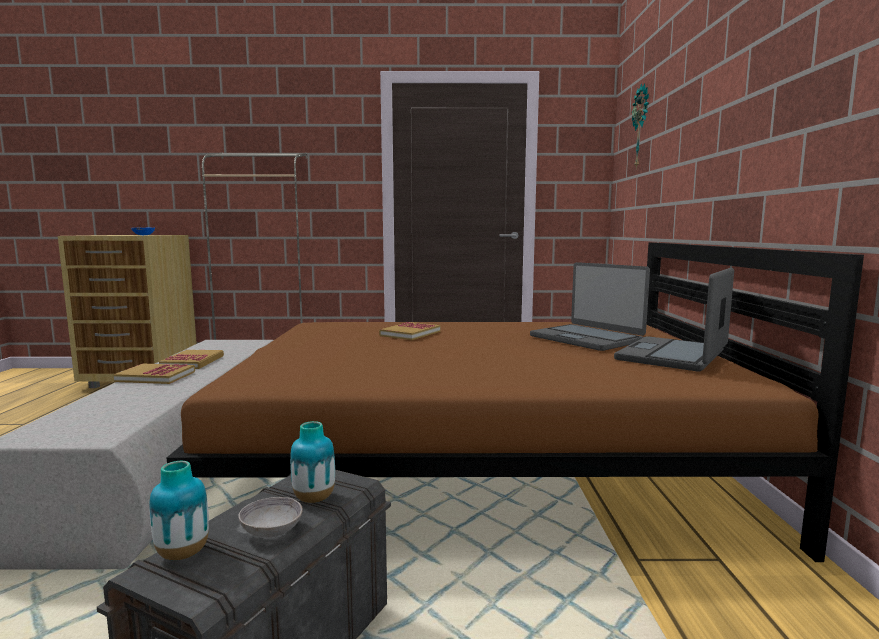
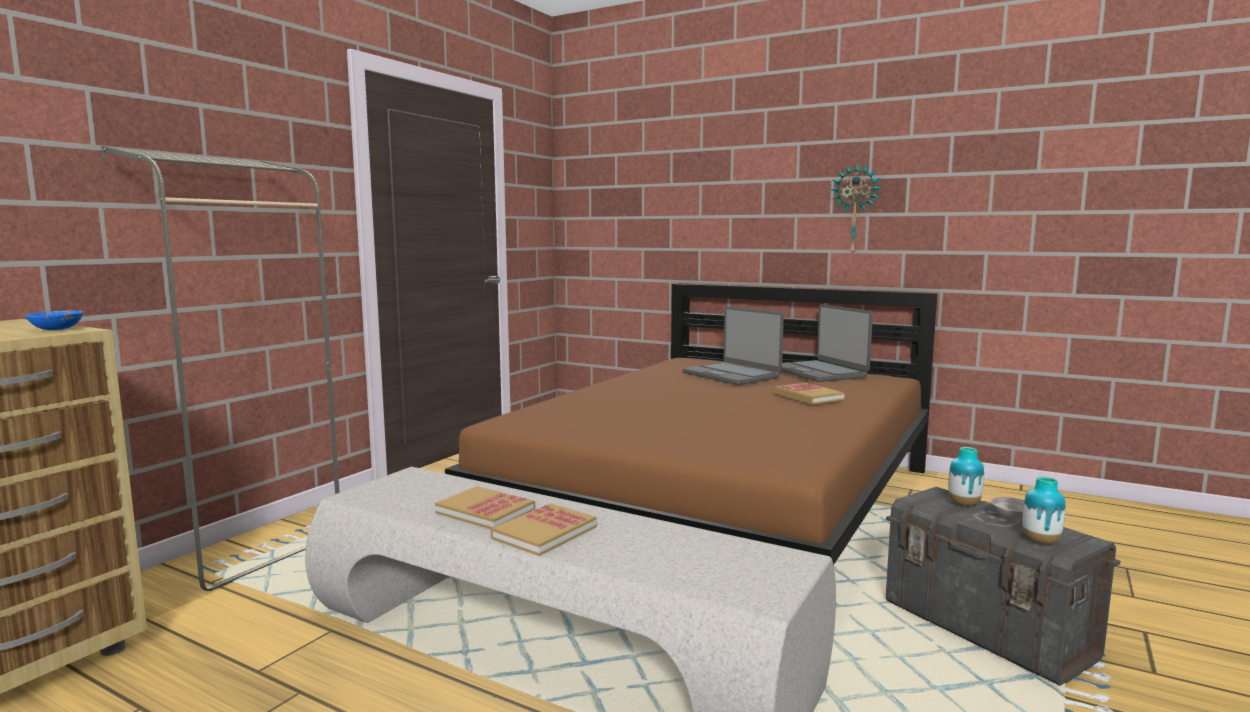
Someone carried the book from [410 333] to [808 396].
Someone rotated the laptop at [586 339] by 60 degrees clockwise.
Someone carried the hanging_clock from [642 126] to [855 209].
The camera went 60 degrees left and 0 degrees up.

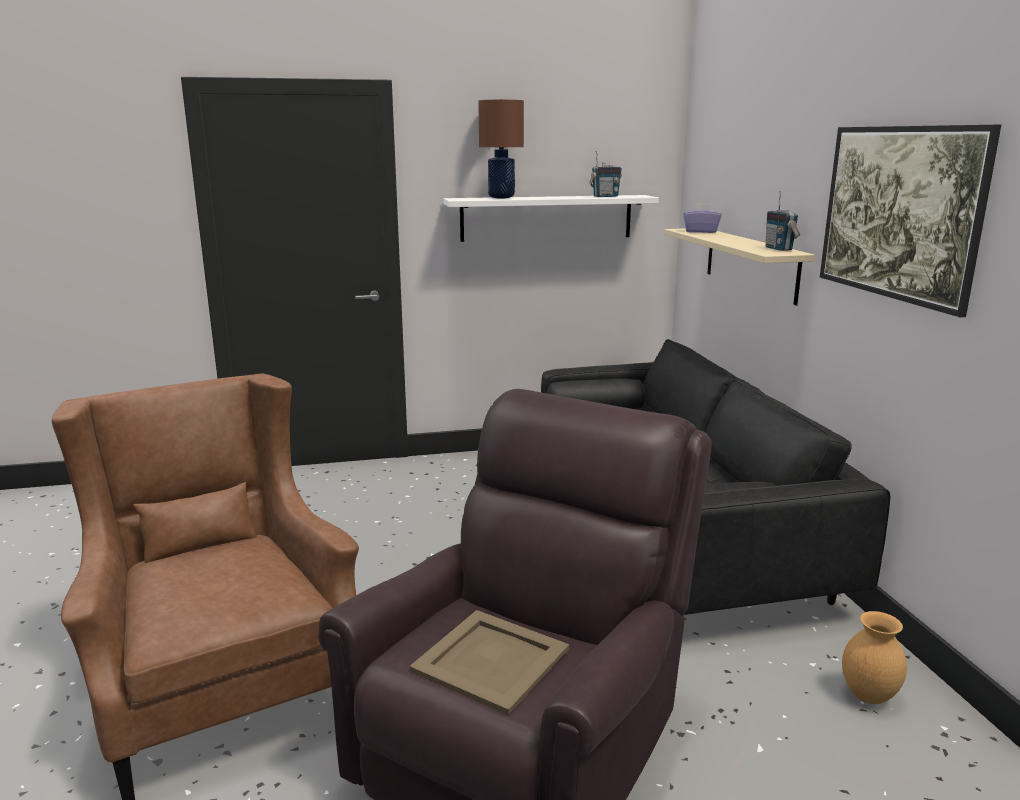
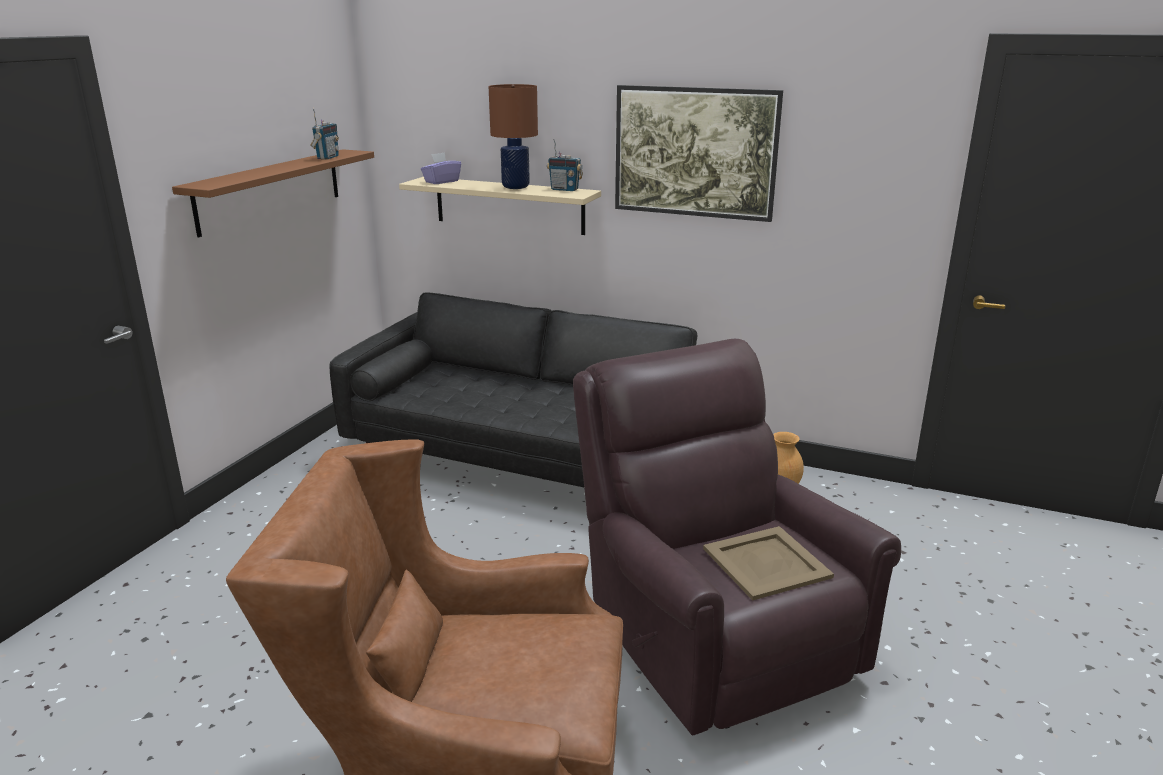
Someone repainted the white-coloured_shelf at [546 218], which became the brown_shelf at [270 190].
Someone carried the brown_table_lamp from [501 198] to [516 188].
The camera went 55 degrees left and 5 degrees up.

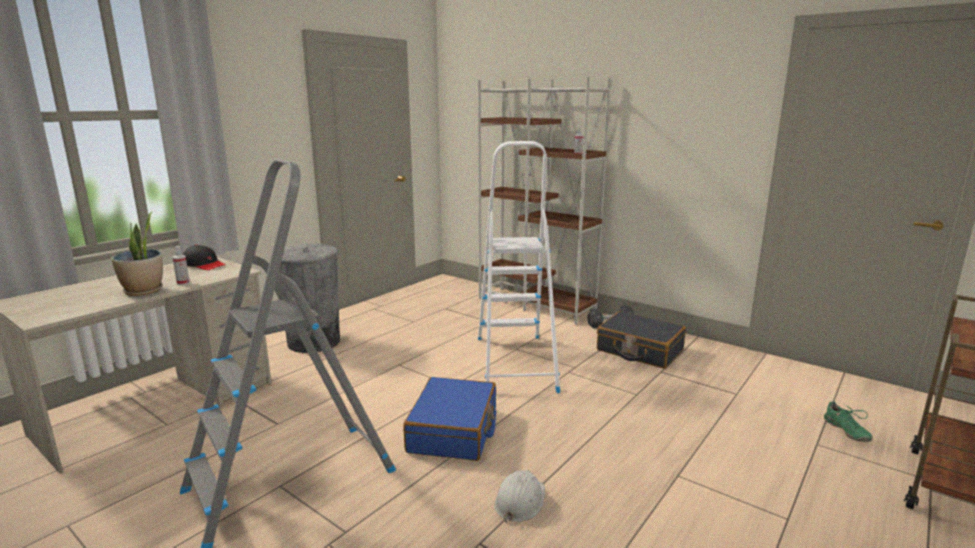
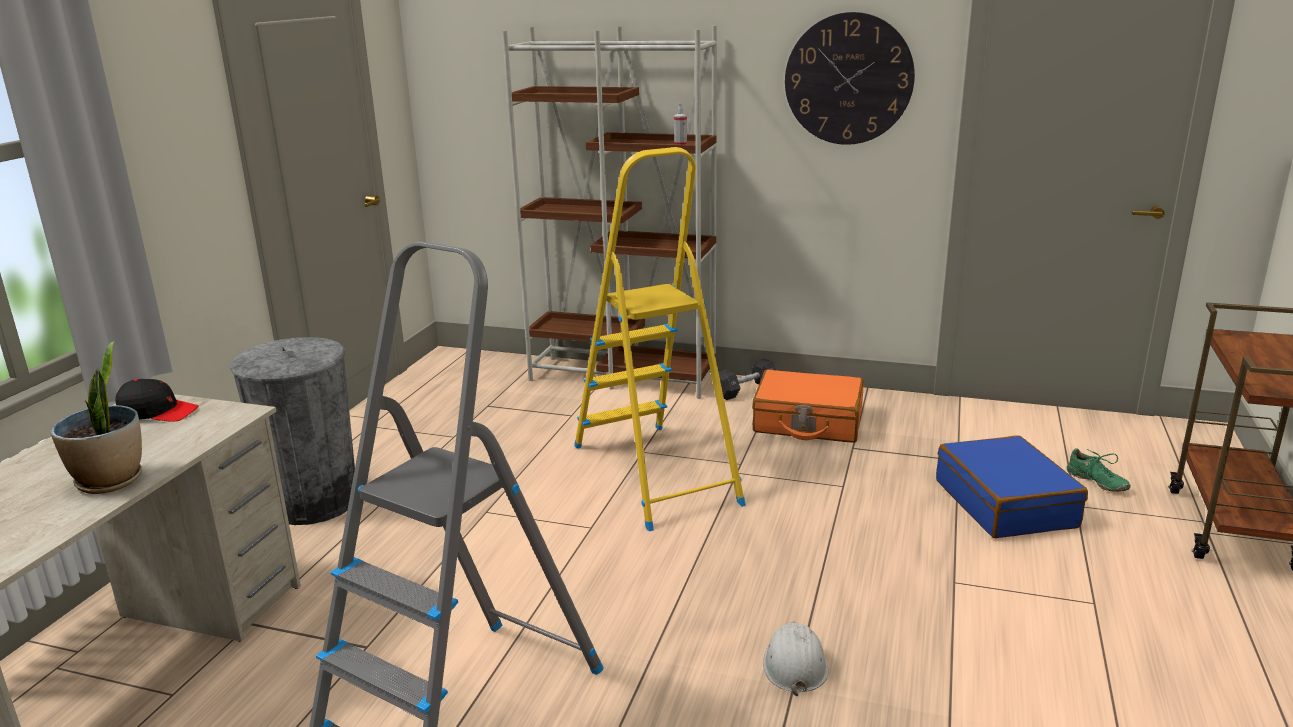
Someone took away the hand_sprayer at [183 283].
Someone carried the blue_piece_of_luggage from [454 431] to [1006 504].
Someone repainted the white-coloured_stepladder at [514 362], which became the yellowish_stepladder at [653 472].
Someone repainted the blackish_piece_of_luggage at [639 350], which became the orange-coloured_piece_of_luggage at [807 422].
Someone put up the hanging_clock at [848 79].
The camera went 20 degrees left and 5 degrees up.

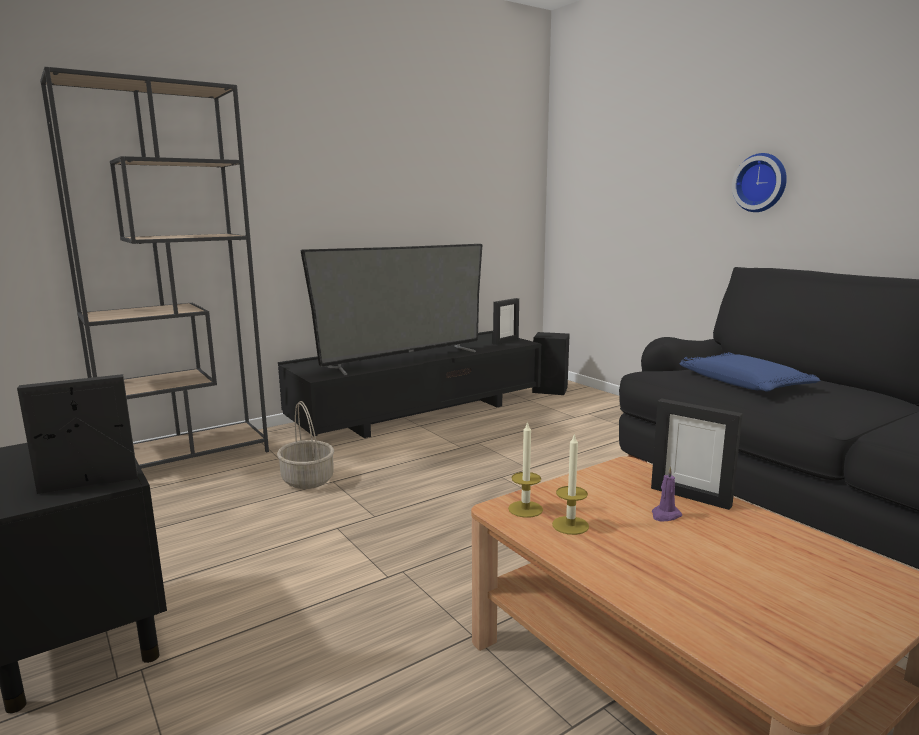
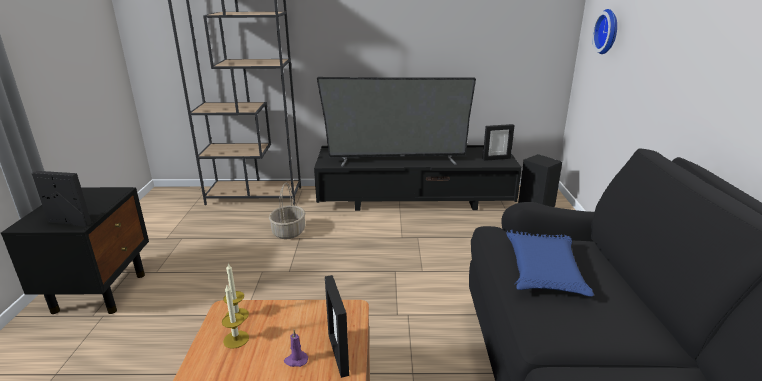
Someone carried the hanging_clock from [761 183] to [608 31].
The camera went 35 degrees right and 10 degrees up.

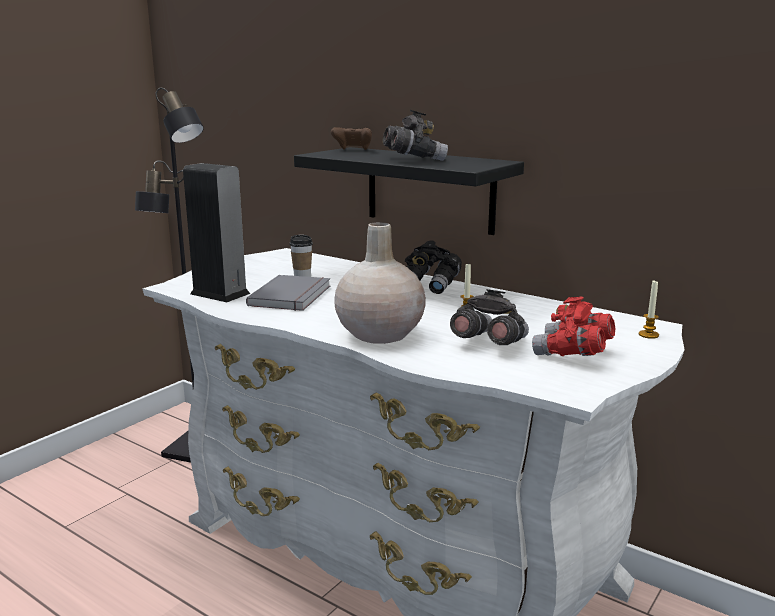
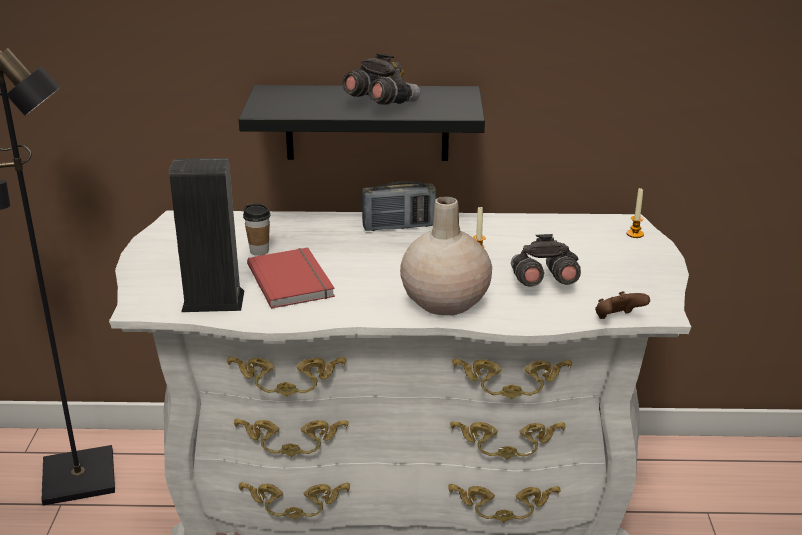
Someone repainted the greyish_book at [293 296], which became the red-coloured_book at [293 280].
Someone carried the brown_joypad from [353 150] to [617 319].
Someone swapped the blackish_binoculars at [430 286] for the radio_receiver at [399 226].
Someone took away the red-coloured_binoculars at [573 354].
The camera went 35 degrees left and 10 degrees up.

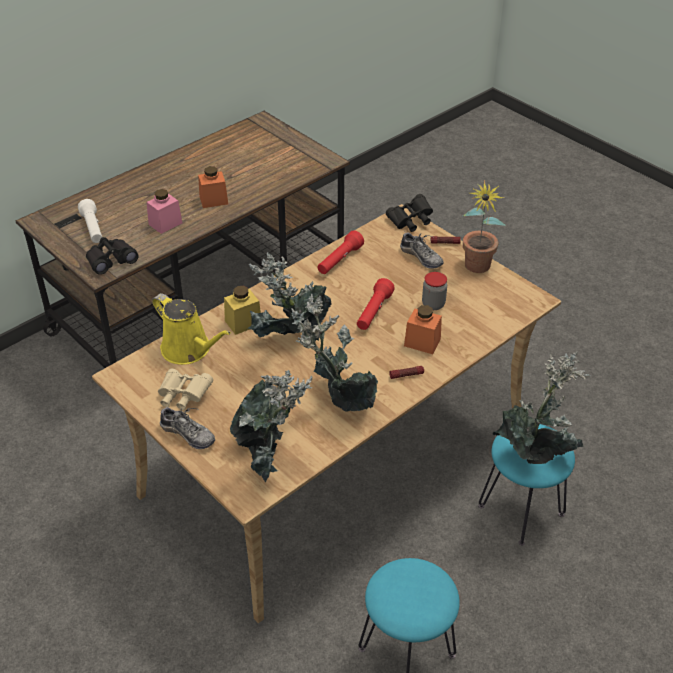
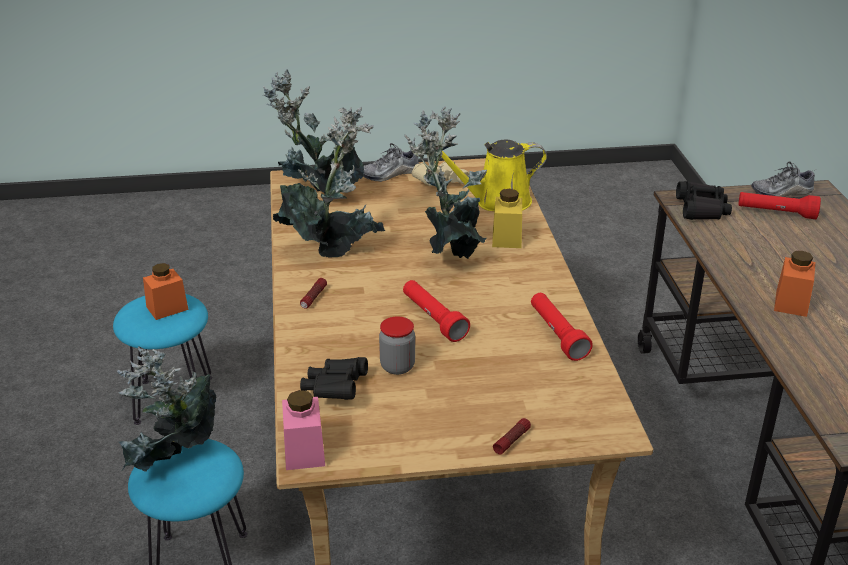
Someone repainted the white-coloured_torch at [93 229], which became the red-coloured_torch at [776 213].
Someone carried the pinkish_preserve_jar from [165 223] to [304 451].
Someone carried the blackish_binoculars from [411 221] to [335 390].
Someone carried the low_shoe from [421 257] to [782 192].
Someone carried the orange-coloured_preserve_jar from [422 342] to [167 308].
Someone took away the houseplant at [476 270].
The camera went 125 degrees right and 10 degrees down.

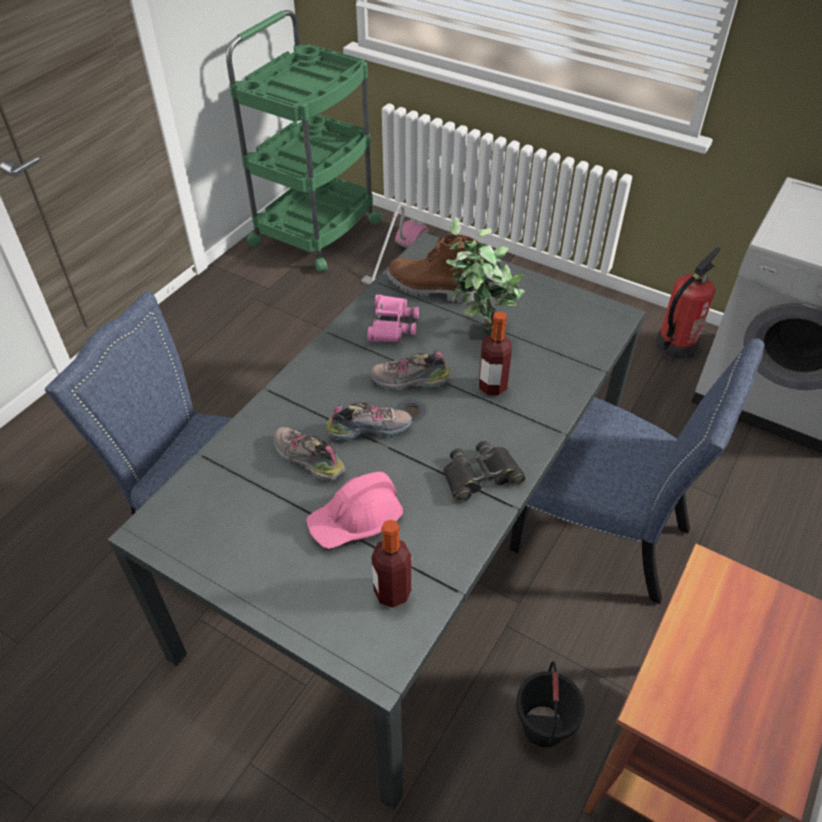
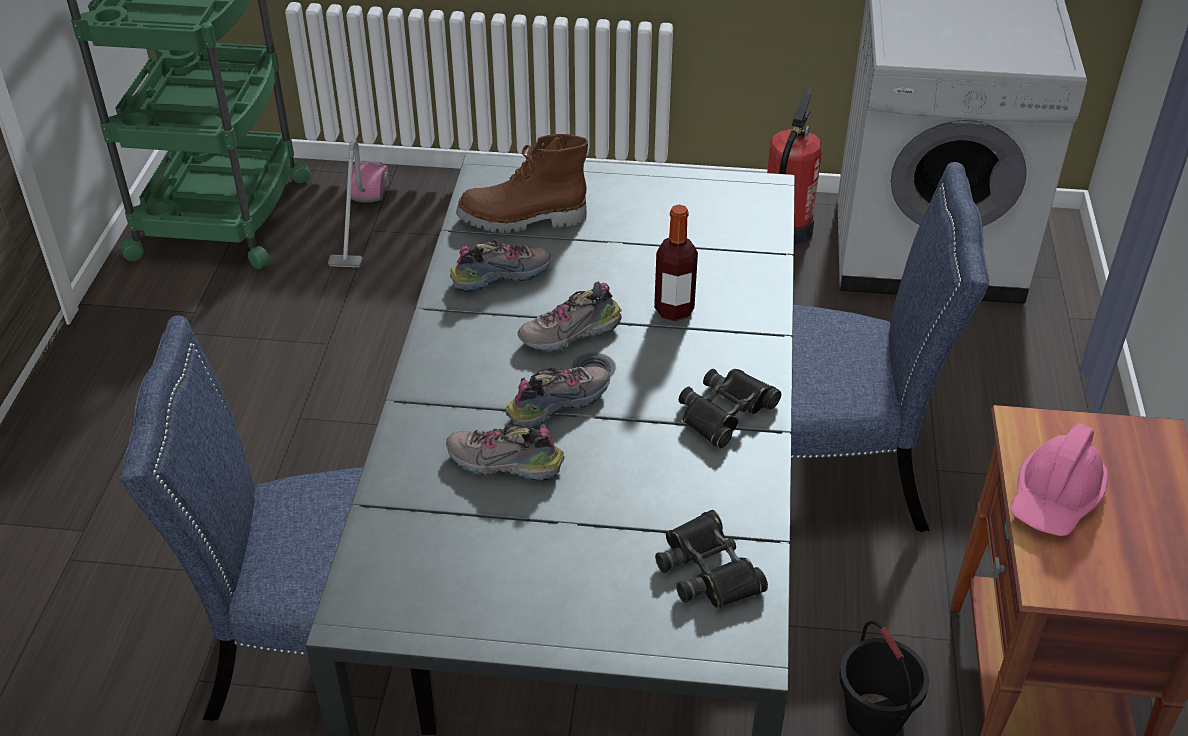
Someone carried the pinkish_safety_helmet from [356 520] to [1055 498].
Someone swapped the pinkish_binoculars at [391 324] for the low_shoe at [501 275].
Someone swapped the beverage_bottle at [392 592] for the blackish_binoculars at [708 569].
Someone took away the houseplant at [479 333].
The camera went 25 degrees left and 5 degrees down.

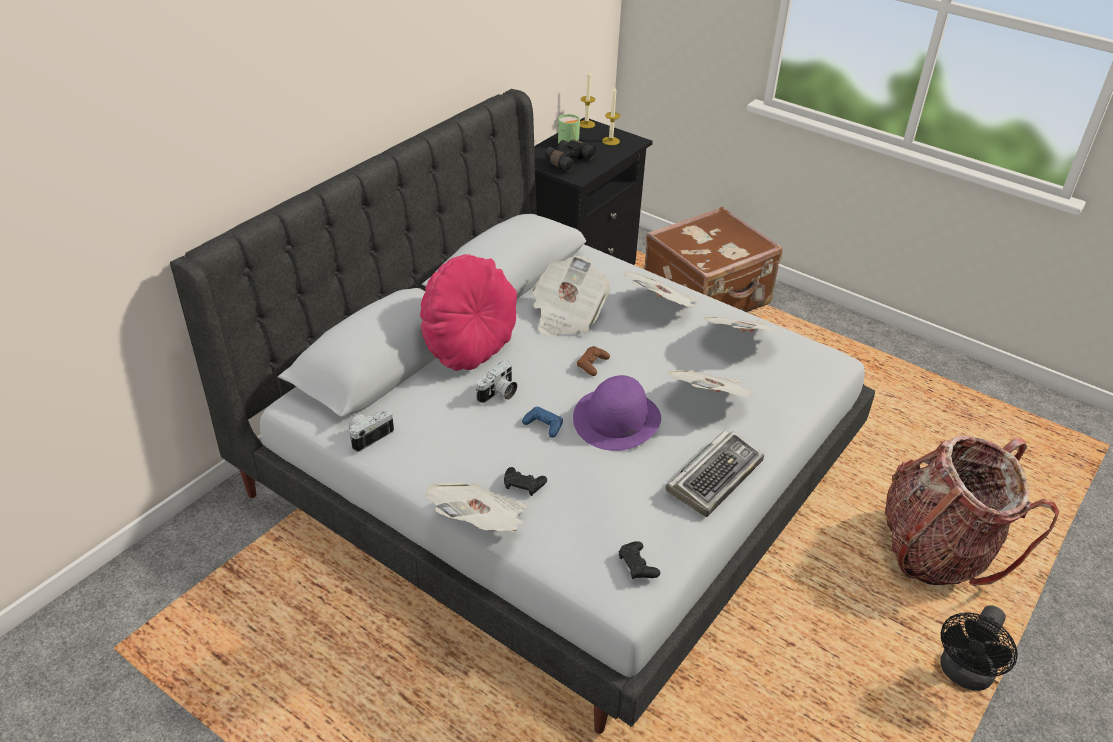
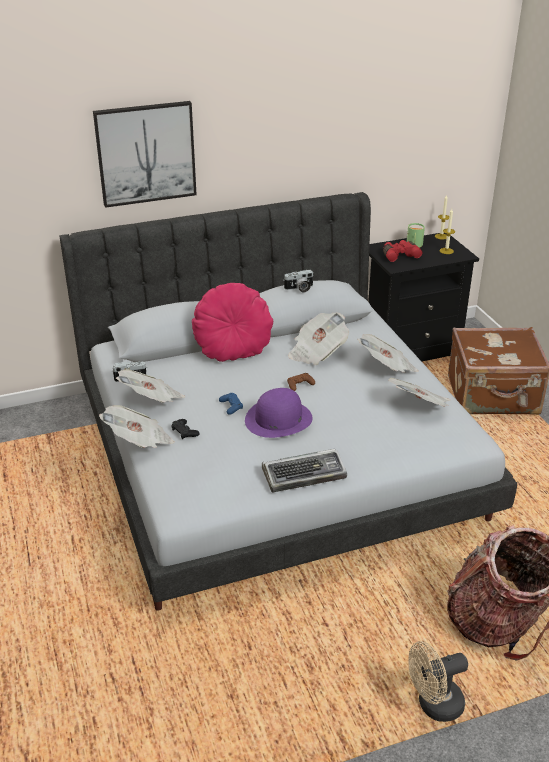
Someone carried the still_camera from [498 394] to [299 288].
Someone repainted the blackish_binoculars at [567 160], which became the red-coloured_binoculars at [399 255].
Someone took away the blackish_joypad at [637 565].
Someone carried the newspaper from [710 400] to [152 400].
Someone repainted the blackish_fan at [964 675], which became the sand-coloured_fan at [434 705].
Someone put up the wall_picture at [146 153].
The camera went 35 degrees right and 5 degrees down.

